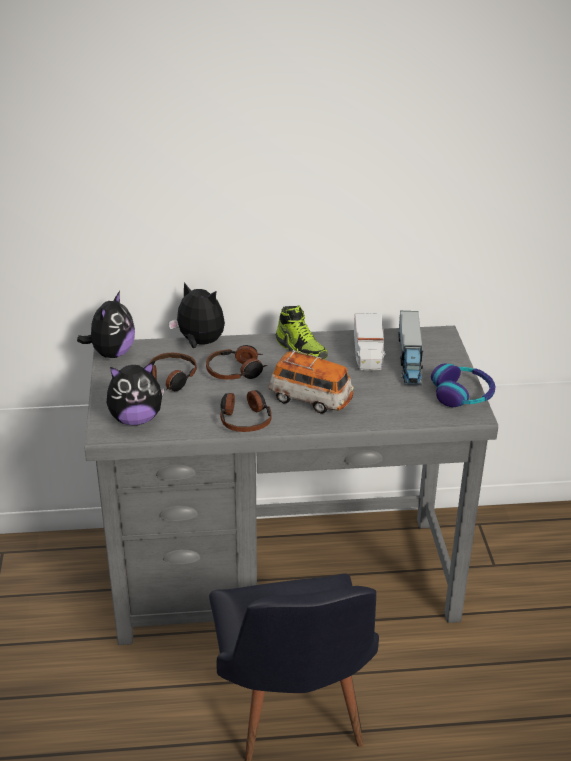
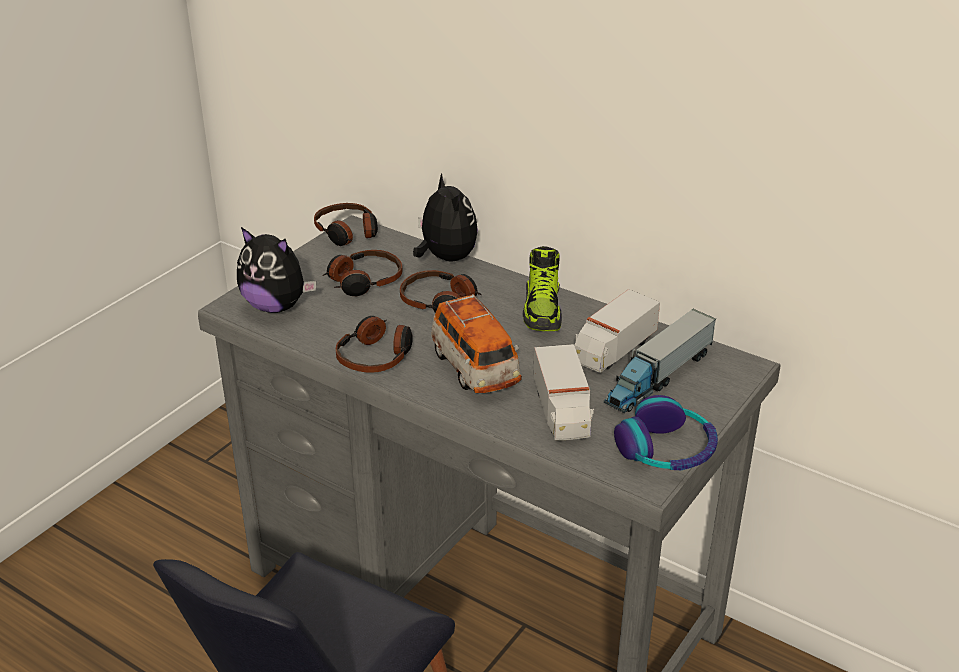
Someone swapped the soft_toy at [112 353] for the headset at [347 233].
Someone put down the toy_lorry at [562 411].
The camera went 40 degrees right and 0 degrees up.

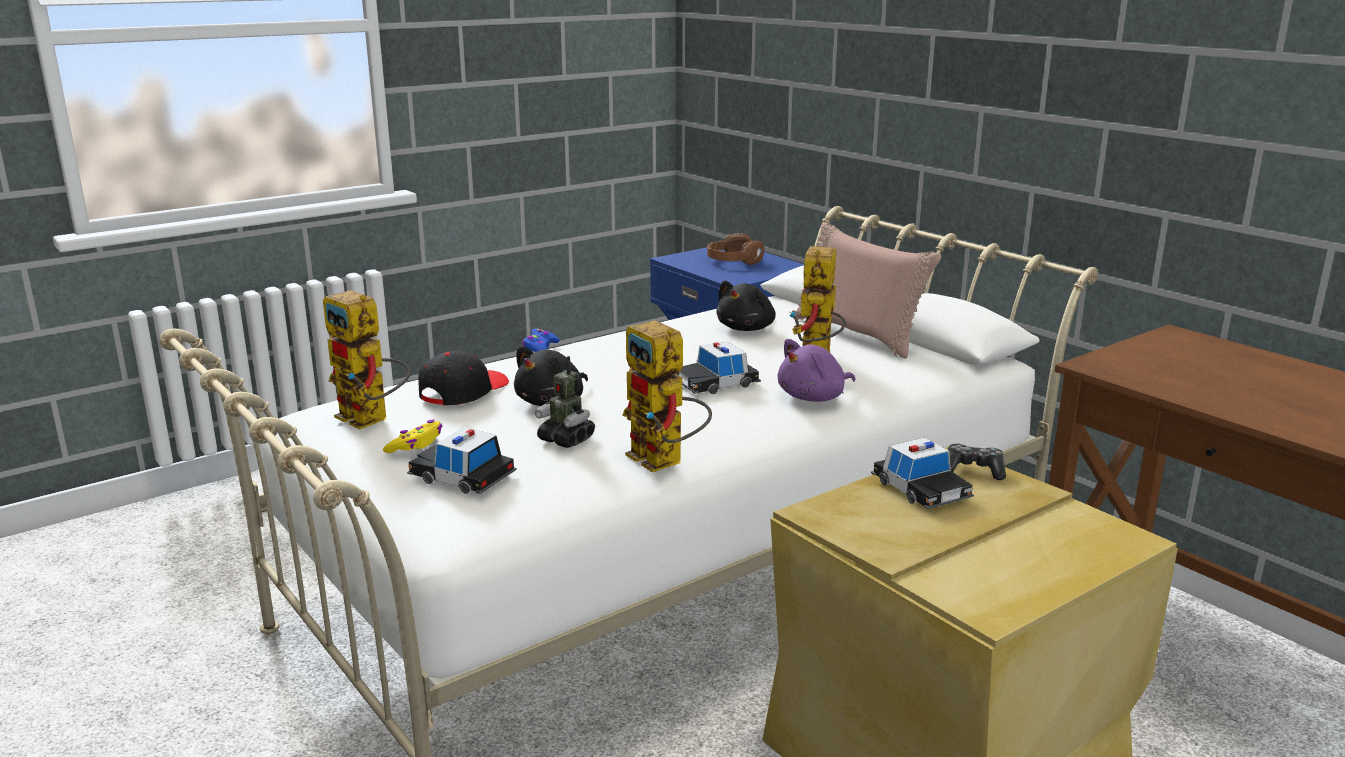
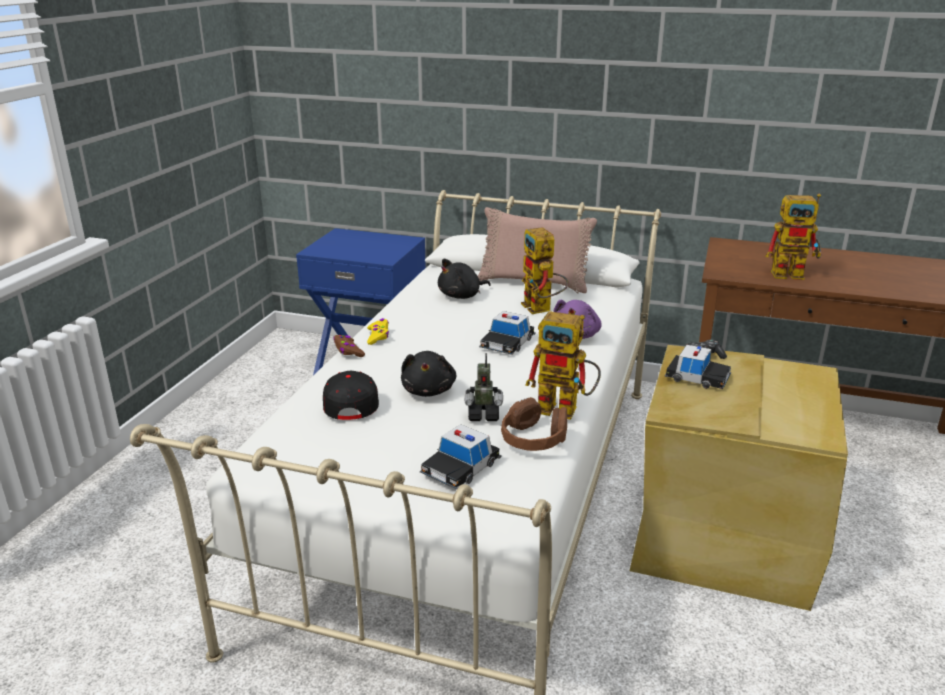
Someone carried the model_robot from [372 420] to [794 274].
Someone carried the yellowish_joypad from [416 444] to [378 336].
Someone rotated the toy_car at [462 476] by 45 degrees counterclockwise.
Someone repainted the blue_joypad at [540 349], which became the brown_joypad at [348 351].
Someone carried the brown_headset from [733 261] to [534 439].
Someone rotated the blackish_soft_toy at [747 328] by 60 degrees clockwise.
The camera went 35 degrees left and 5 degrees up.

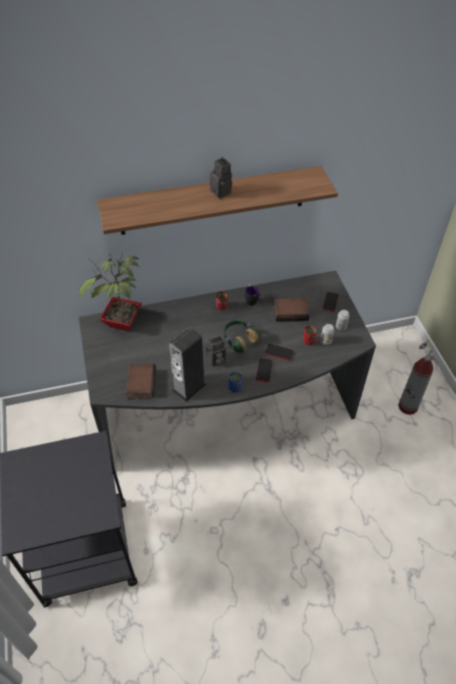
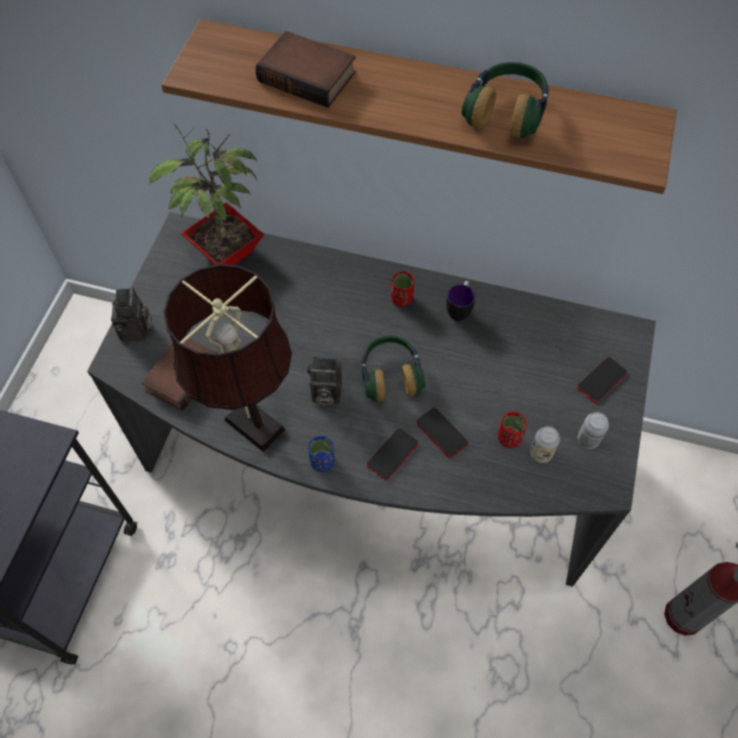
Someone swapped the loudspeaker at [189 387] for the brown_table_lamp at [250 421].
Someone carried the still_camera from [222 192] to [137 331].
Someone carried the book from [291 311] to [309 76].
Someone put down the headset at [506 112].
The camera went 30 degrees right and 10 degrees up.

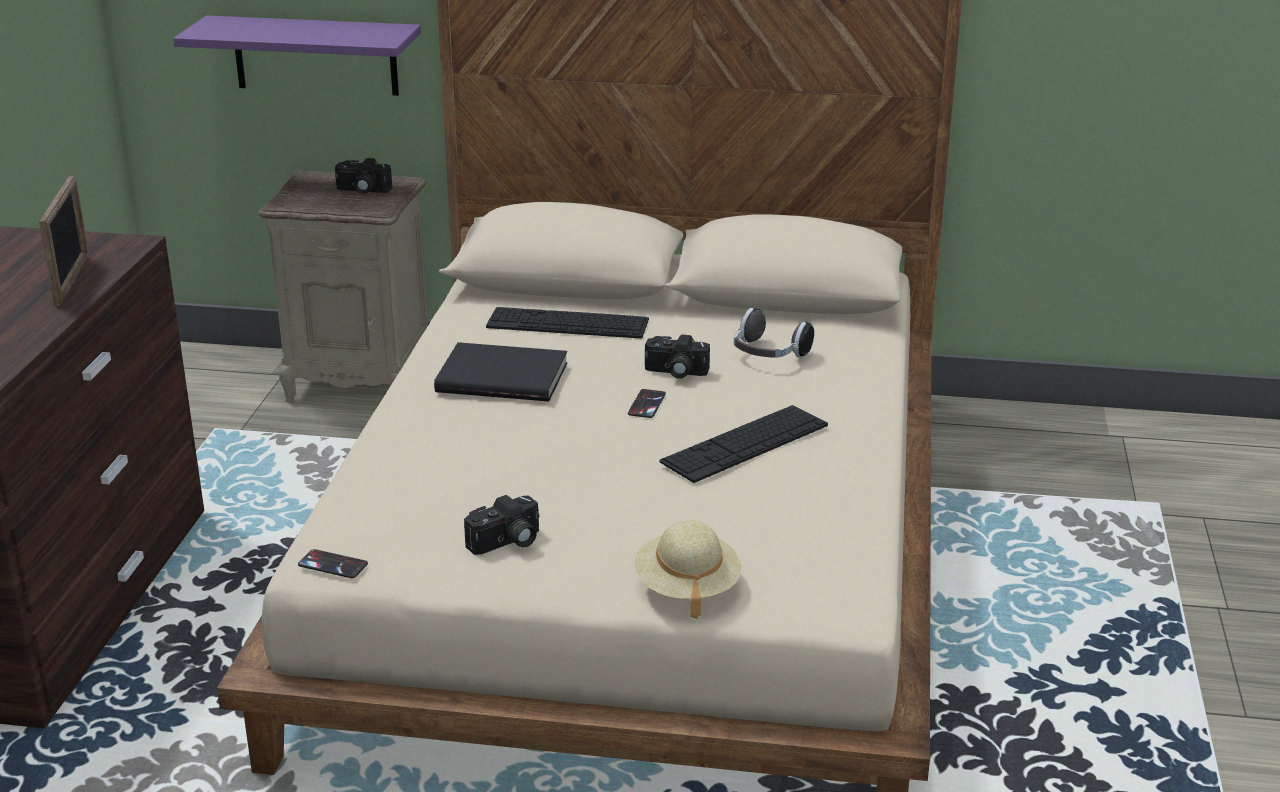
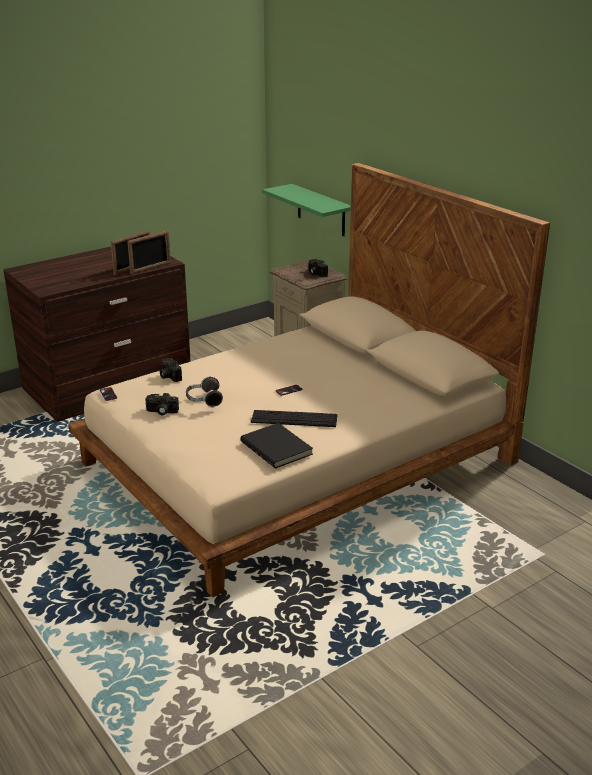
Someone repainted the purple-coloured_shelf at [315 55], which became the greenish_shelf at [321 210].
Someone carried the blackish_book from [502 376] to [277 447].
Someone took away the PC_keyboard at [567 323].
Someone took away the sand-coloured_clothing_hat at [687 587].
Someone carried the still_camera from [675 372] to [169 376].
Someone carried the headset from [768 355] to [204 400].
Someone put down the standing_frame at [151 268].
The camera went 45 degrees right and 0 degrees up.

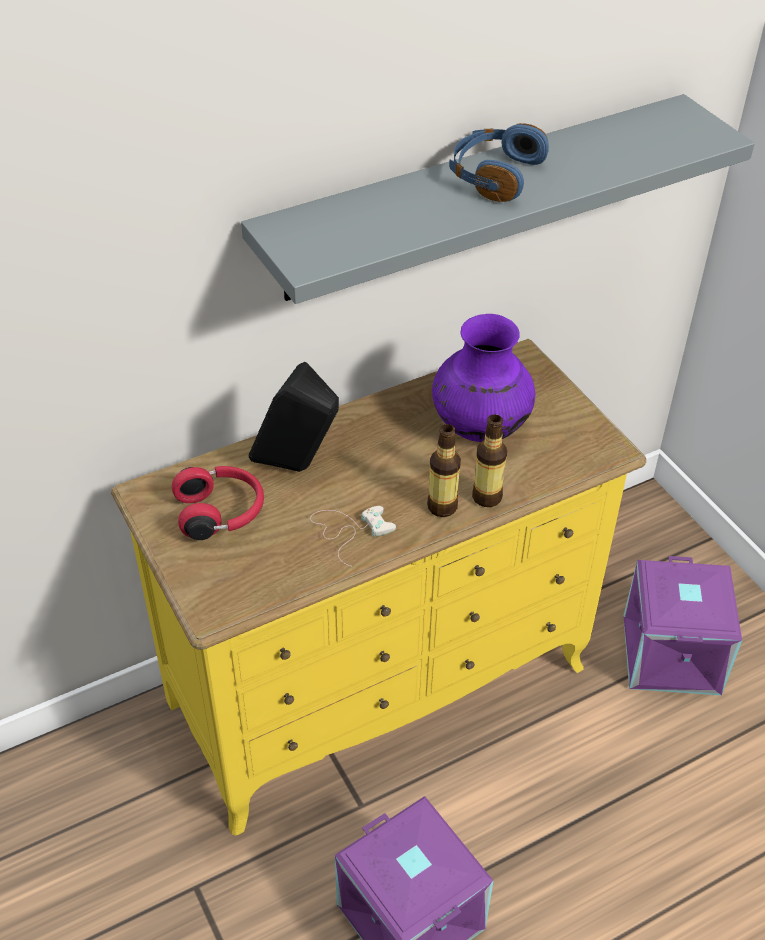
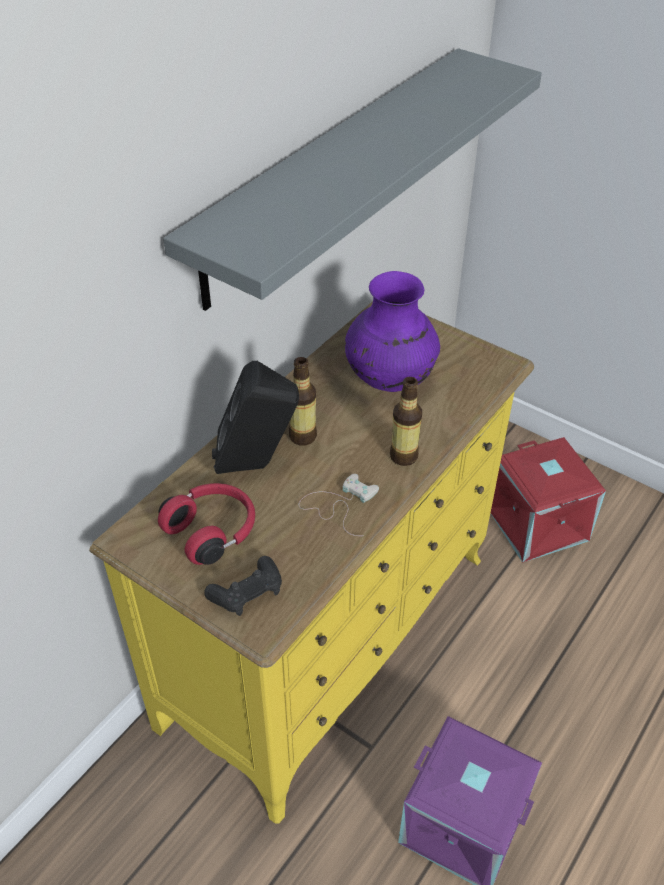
Someone took away the blue_headset at [494 176].
Someone carried the beverage_bottle from [487 497] to [303 436].
Someone repainted the purple-coloured_storage_container at [673 655], which became the red-coloured_storage_container at [539 523].
Someone put down the blackish_joypad at [247 593].
The camera went 25 degrees left and 0 degrees up.

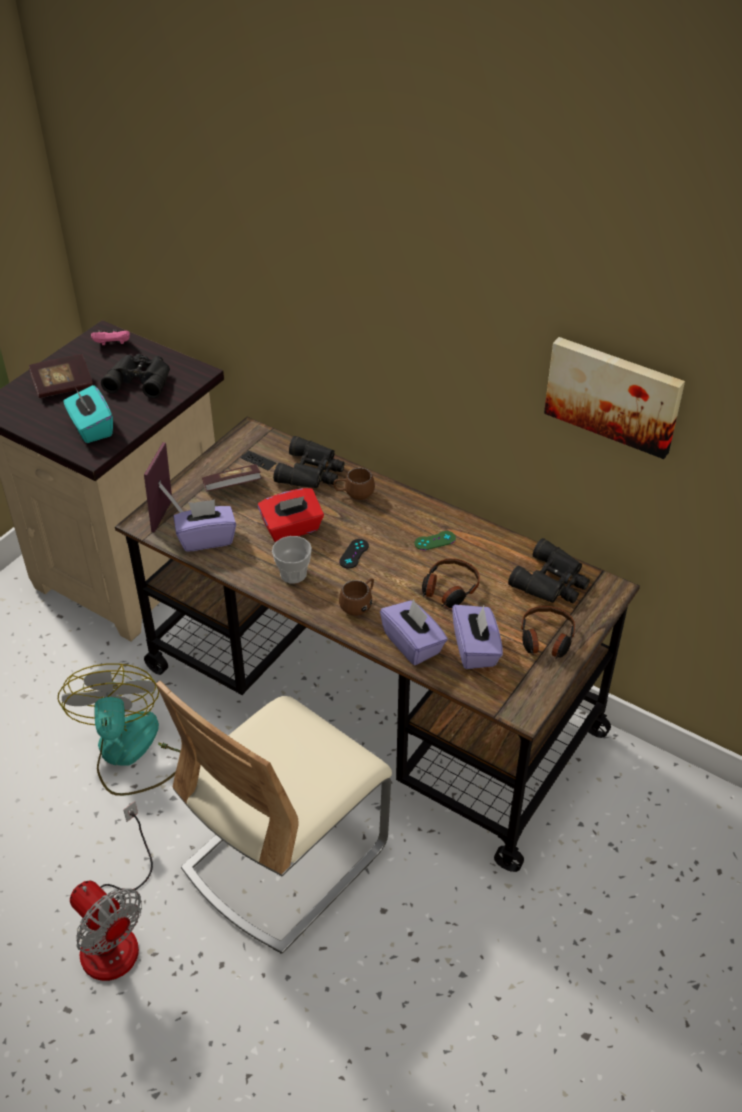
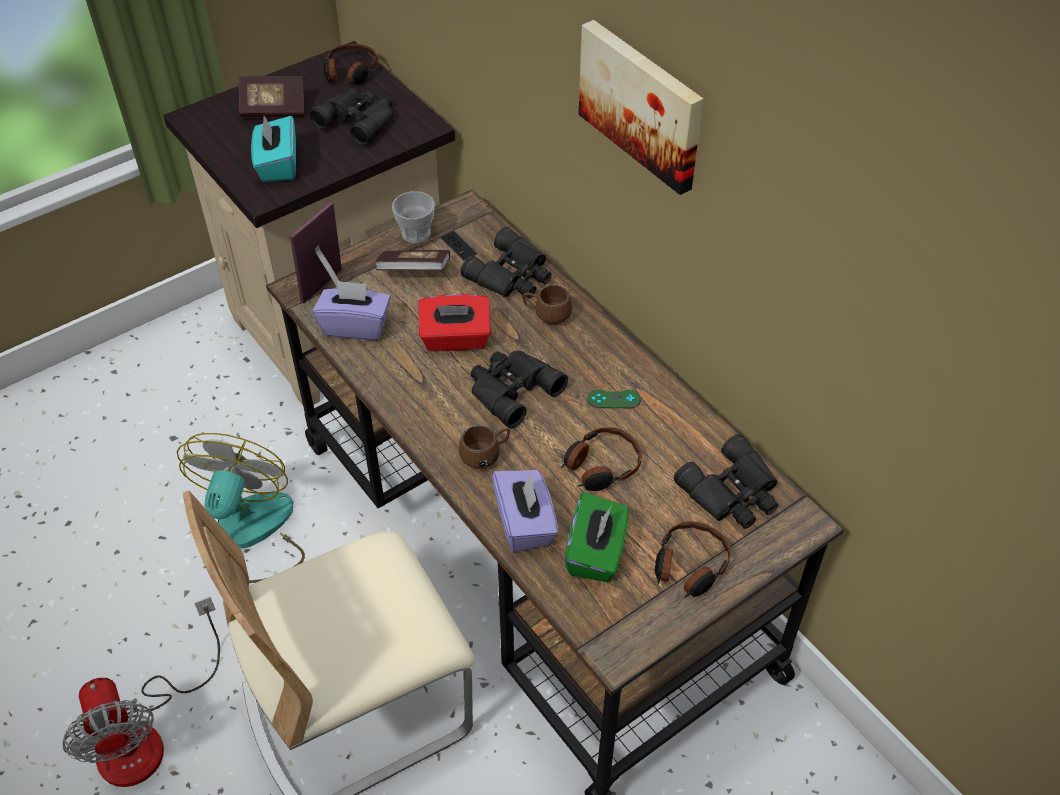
Someone swapped the pinkish_joypad at [113 345] for the headset at [350 72].
Someone carried the small_cup from [293 574] to [416 233].
Someone swapped the blackish_joypad at [354 554] for the blackish_binoculars at [511 389].
Someone repainted the purple-coloured_tissue_box at [475 649], which became the greenish_tissue_box at [596 553].
Someone carried the wall_picture from [614 394] to [642 104].
The camera went 20 degrees right and 5 degrees up.

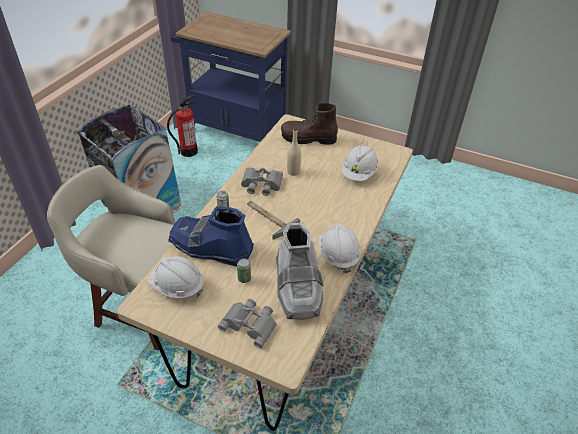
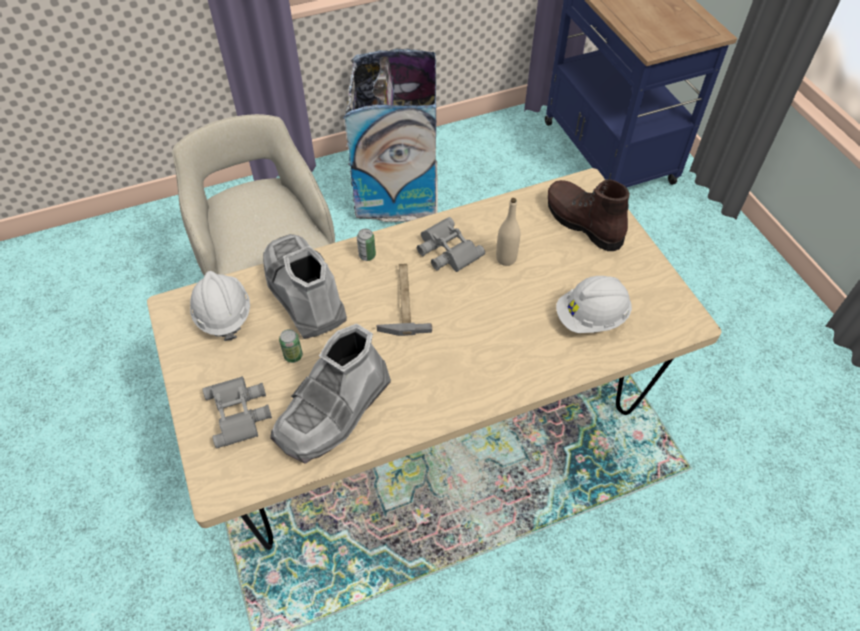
Someone took away the fire_extinguisher at [188 151].
Someone repainted the blue_tall_boot at [211 247], which became the greyish_tall_boot at [303 292].
Someone took away the white-coloured_safety_helmet at [338 255].
The camera went 45 degrees right and 10 degrees up.

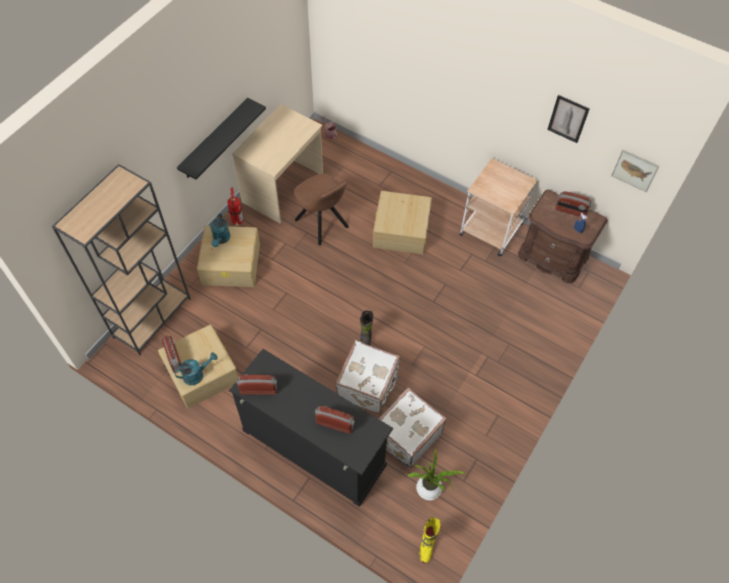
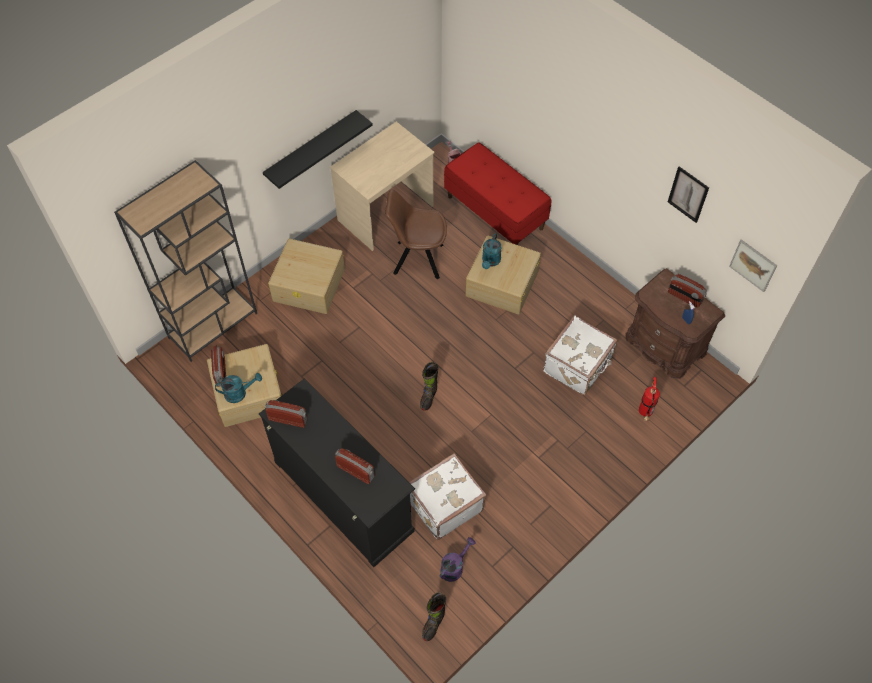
Someone carried the turquoise_watering_can from [221 239] to [490 262].
Someone carried the fire_extinguisher from [237 222] to [645 413].
Someone rotated the brown_plain_chair at [322 223] by 120 degrees clockwise.
Someone carried the white-coloured_piece_of_luggage from [368 385] to [578 366].
Someone swapped the houseplant at [431 489] for the purple-coloured_watering_can at [454 567].
Someone repainted the yellowish_tall_boot at [427 545], which became the blackish_tall_boot at [433 623].
Someone took away the sand-coloured_trolley at [492 230].
Someone put down the red-coloured_bench at [495 212].
The camera went 15 degrees right and 0 degrees up.

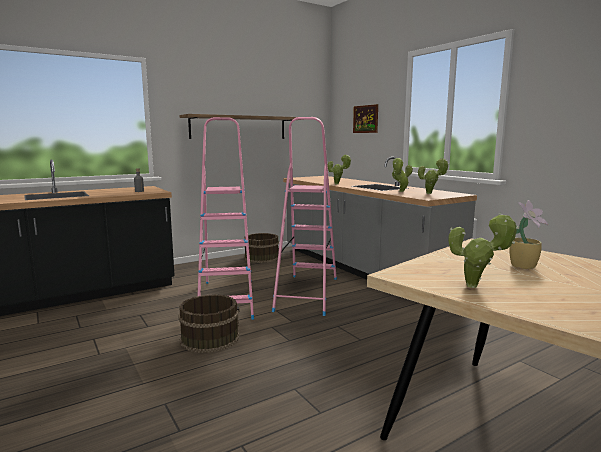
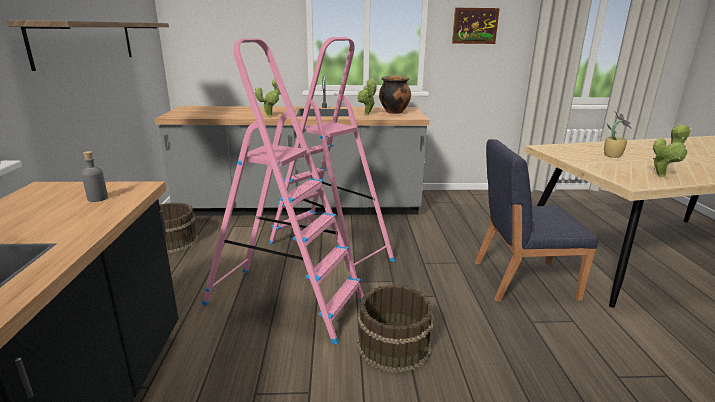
Someone carried the wall_picture from [365 119] to [475 26].
Someone swapped the houseplant at [430 193] for the saucepot at [394 112].
Someone put down the blue_plain_chair at [522 280].
The camera went 60 degrees left and 10 degrees up.

